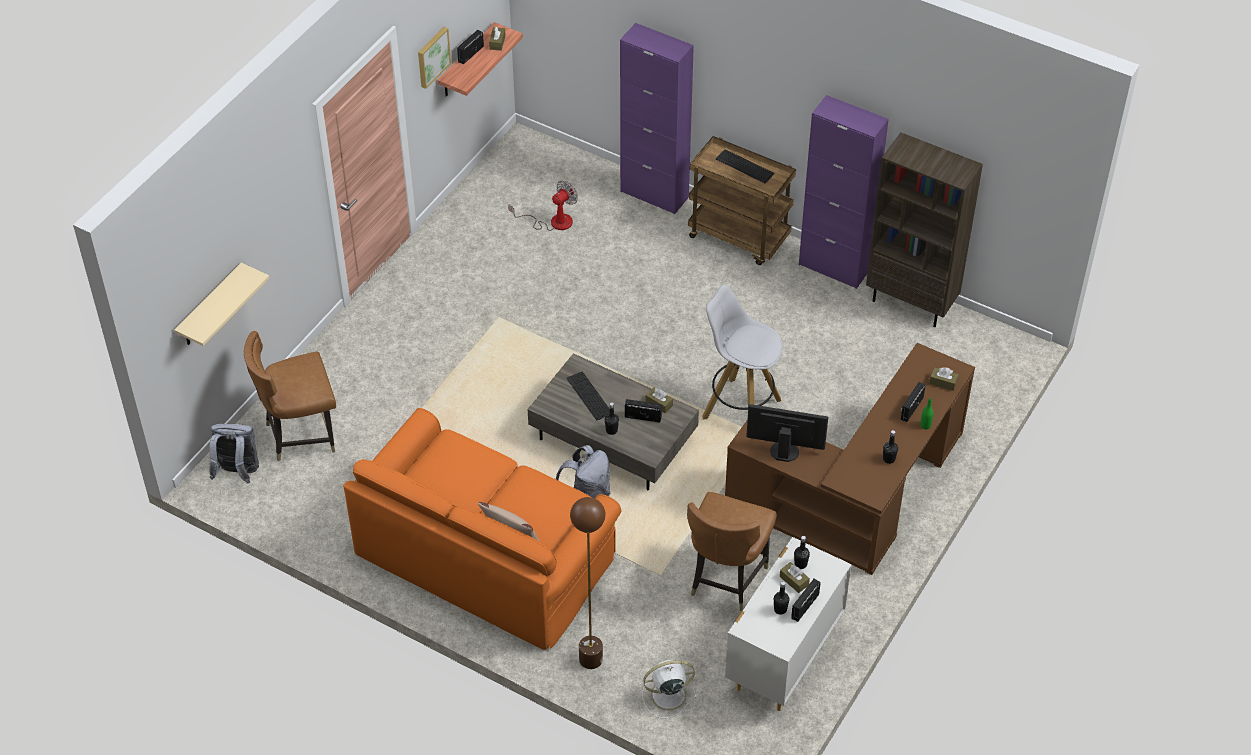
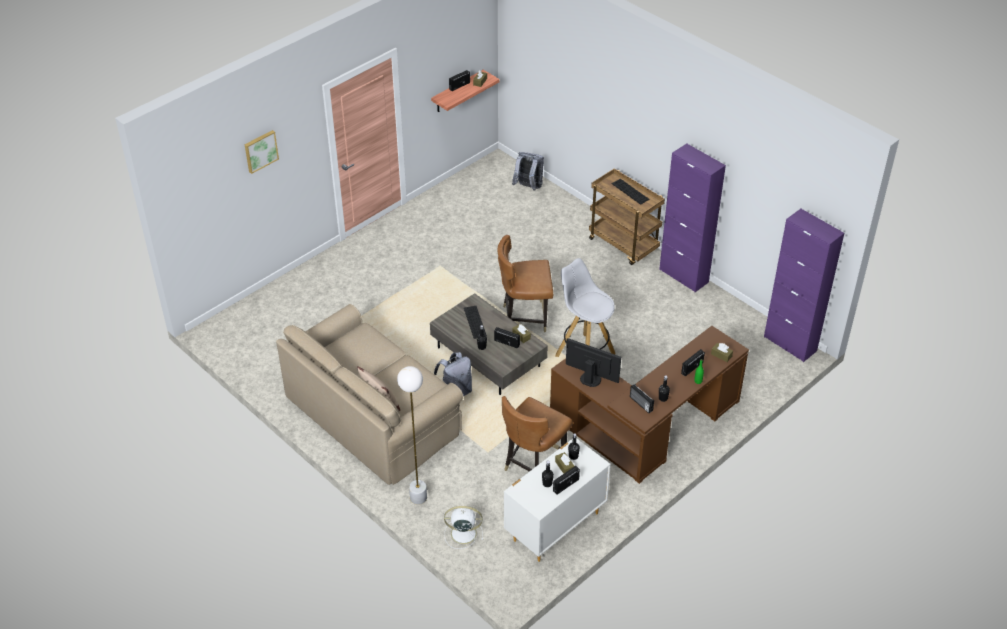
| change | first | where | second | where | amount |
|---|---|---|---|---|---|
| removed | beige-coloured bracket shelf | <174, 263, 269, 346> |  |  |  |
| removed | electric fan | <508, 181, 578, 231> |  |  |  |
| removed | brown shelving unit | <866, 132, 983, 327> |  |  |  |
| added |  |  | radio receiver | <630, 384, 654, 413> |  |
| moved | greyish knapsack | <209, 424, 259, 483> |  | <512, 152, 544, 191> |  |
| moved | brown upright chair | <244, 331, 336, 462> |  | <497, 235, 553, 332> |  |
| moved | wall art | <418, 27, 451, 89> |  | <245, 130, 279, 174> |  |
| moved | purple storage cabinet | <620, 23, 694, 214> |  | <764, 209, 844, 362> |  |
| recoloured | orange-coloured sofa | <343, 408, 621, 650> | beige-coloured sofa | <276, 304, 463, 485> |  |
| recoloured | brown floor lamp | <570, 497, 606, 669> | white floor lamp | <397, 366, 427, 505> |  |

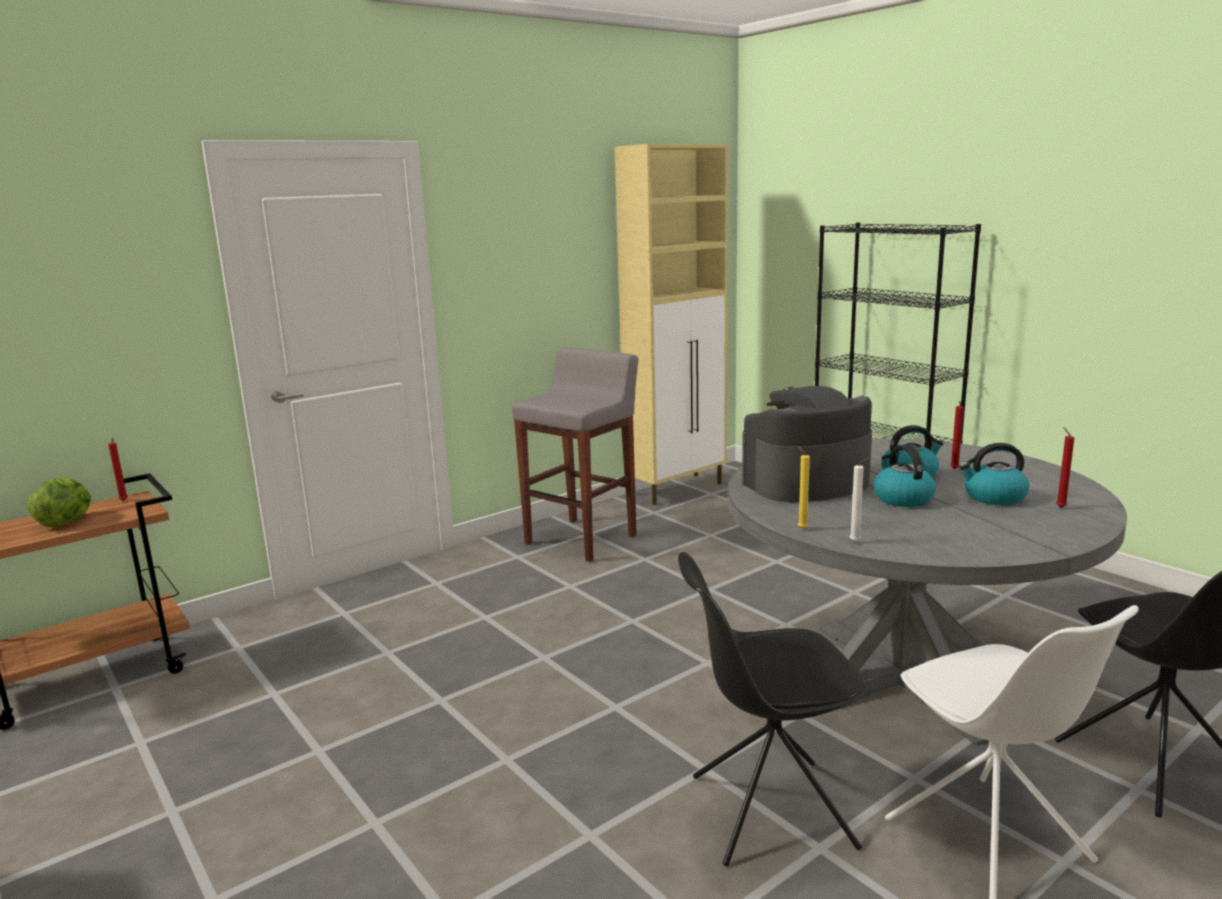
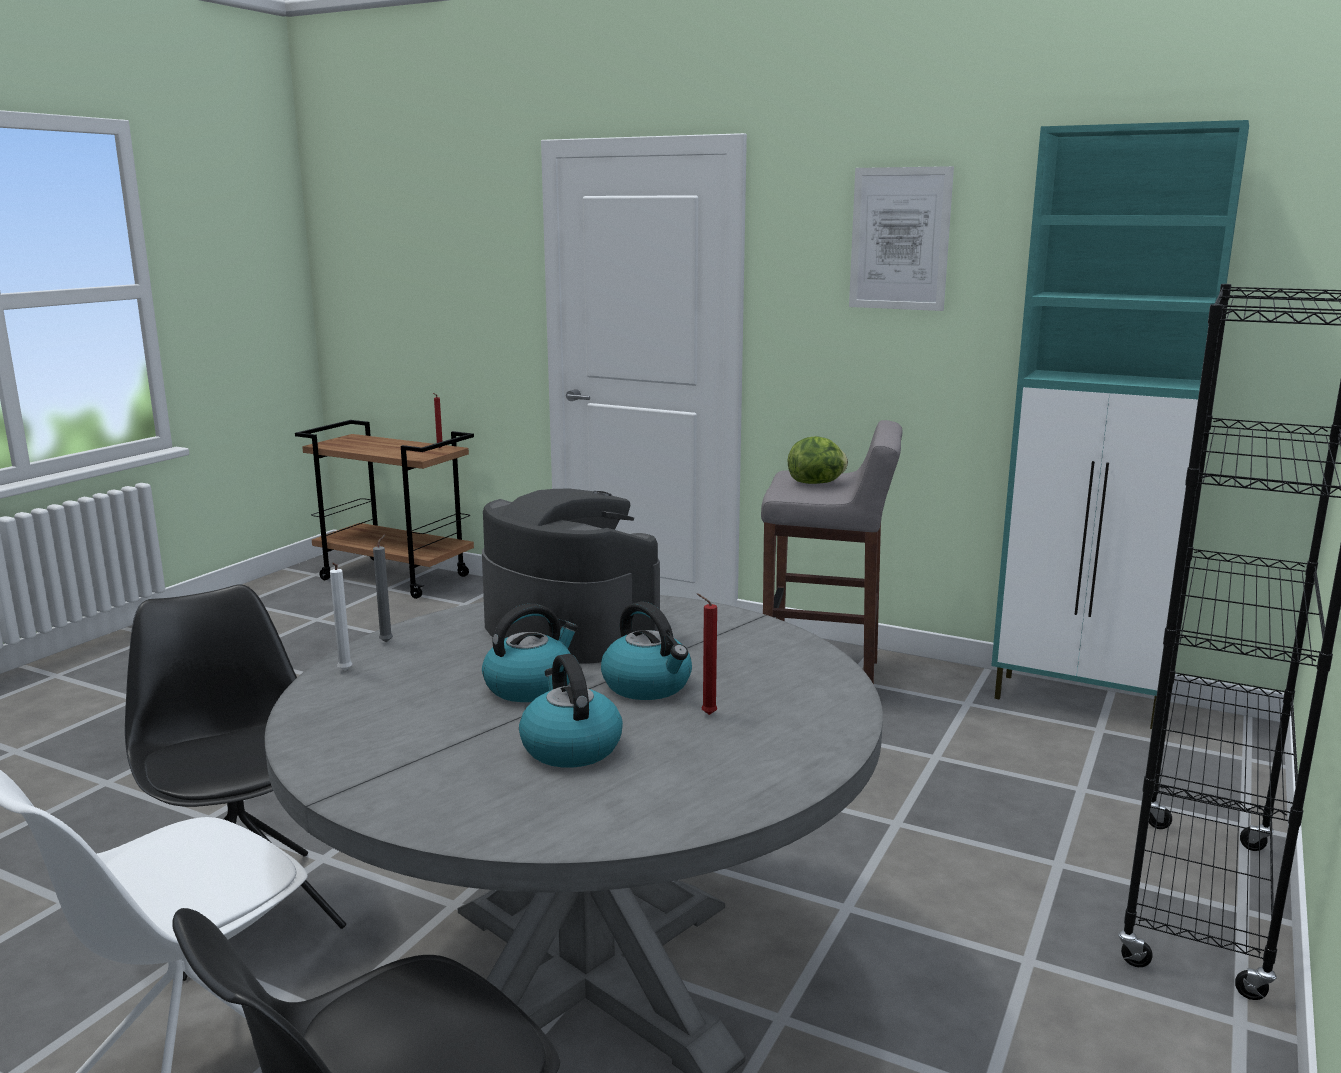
| change | first | where | second | where | amount |
|---|---|---|---|---|---|
| removed | reddish wax light | <1056, 427, 1074, 508> |  |  |  |
| added |  |  | wall art | <849, 166, 954, 311> |  |
| moved | lettuce | <28, 477, 91, 527> |  | <788, 436, 848, 484> |  |
| recoloured | beige-coloured storage cabinet | <615, 144, 728, 505> | turquoise-coloured storage cabinet | <991, 120, 1249, 729> |  |
| recoloured | yellow wax light | <798, 446, 810, 529> | greyish wax light | <373, 534, 393, 643> |  |

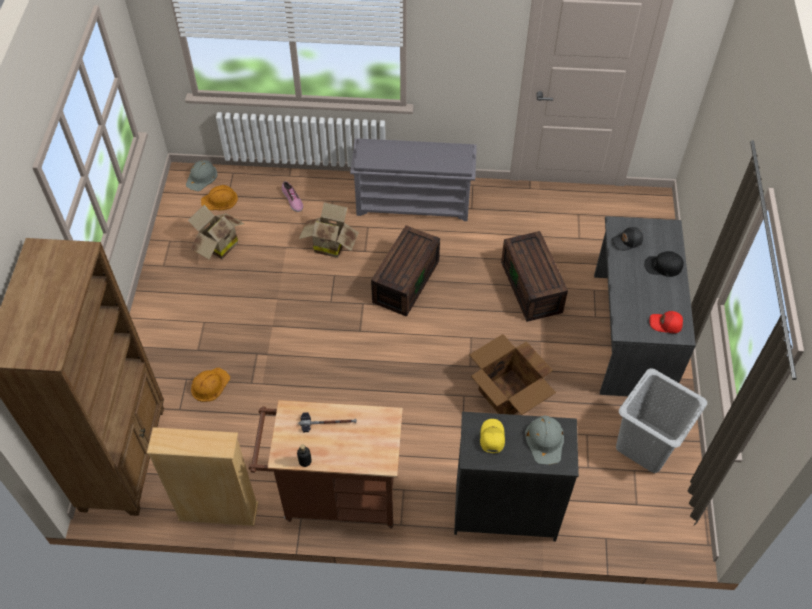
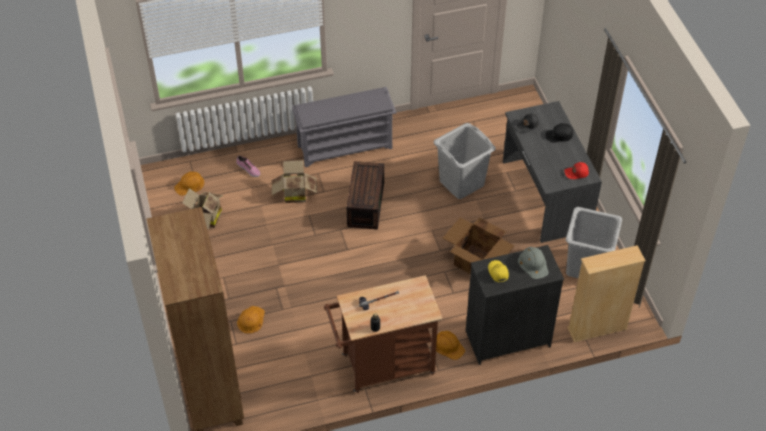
| change | first | where | second | where | amount |
|---|---|---|---|---|---|
| removed | greyish work helmet | <186, 160, 218, 191> |  |  |  |
| added |  |  | orange-coloured work helmet | <436, 331, 465, 360> |  |
| moved | beige-coloured shelving unit | <147, 427, 258, 526> |  | <567, 245, 646, 343> |  |
| replaced | brown storage box | <501, 231, 568, 322> | greyish washing basket | <433, 123, 496, 199> |  |

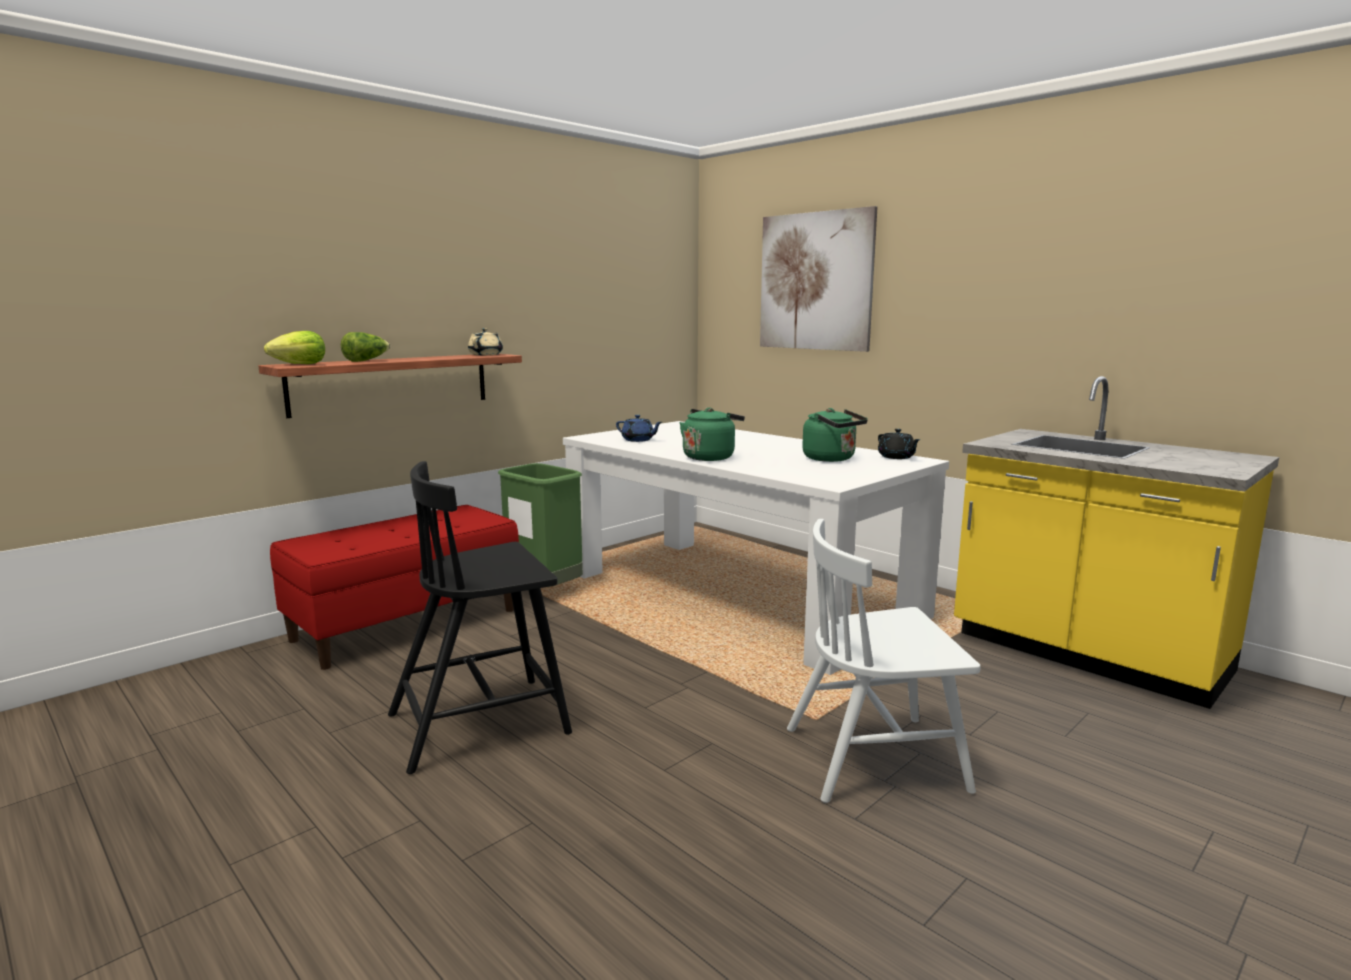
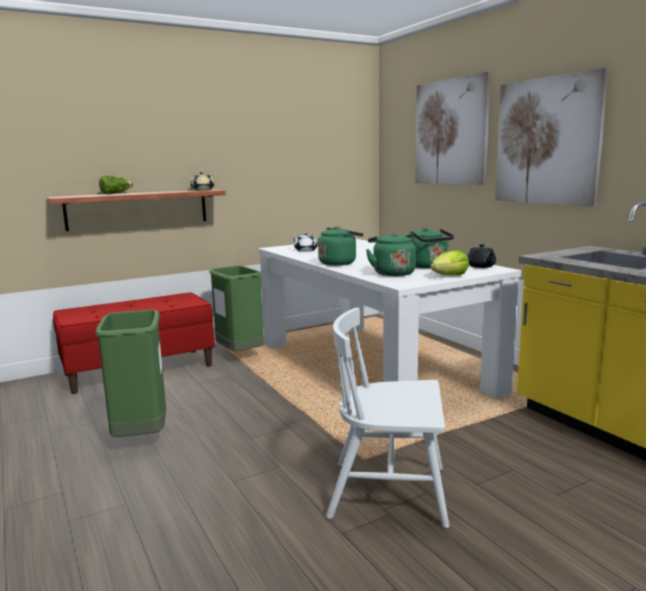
| change | first | where | second | where | amount |
|---|---|---|---|---|---|
| added |  |  | green-coloured tea kettle | <366, 233, 416, 276> |  |
| added |  |  | wall art | <495, 67, 609, 207> |  |
| moved | lettuce | <264, 331, 325, 364> |  | <431, 250, 469, 276> |  |
| replaced | blackish upright chair | <388, 461, 572, 774> | green-coloured rubbish bin | <95, 310, 166, 437> |  |
| recoloured | bluish tea pot | <616, 415, 662, 442> | white tea pot | <292, 232, 319, 252> |  |

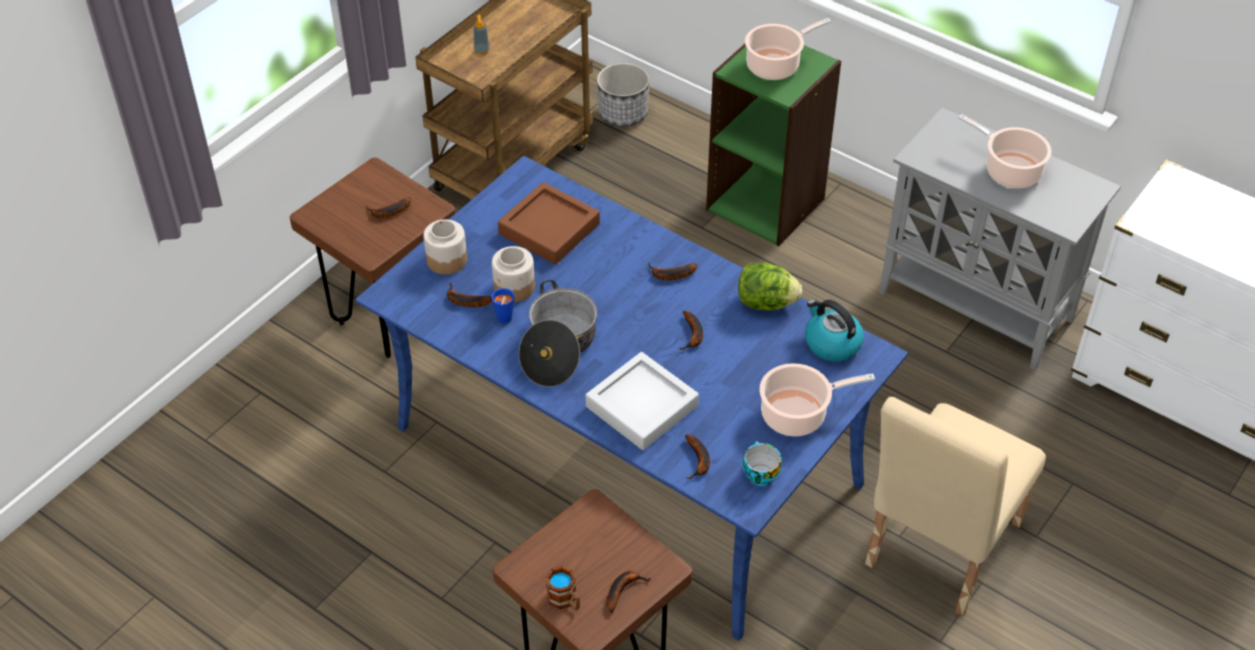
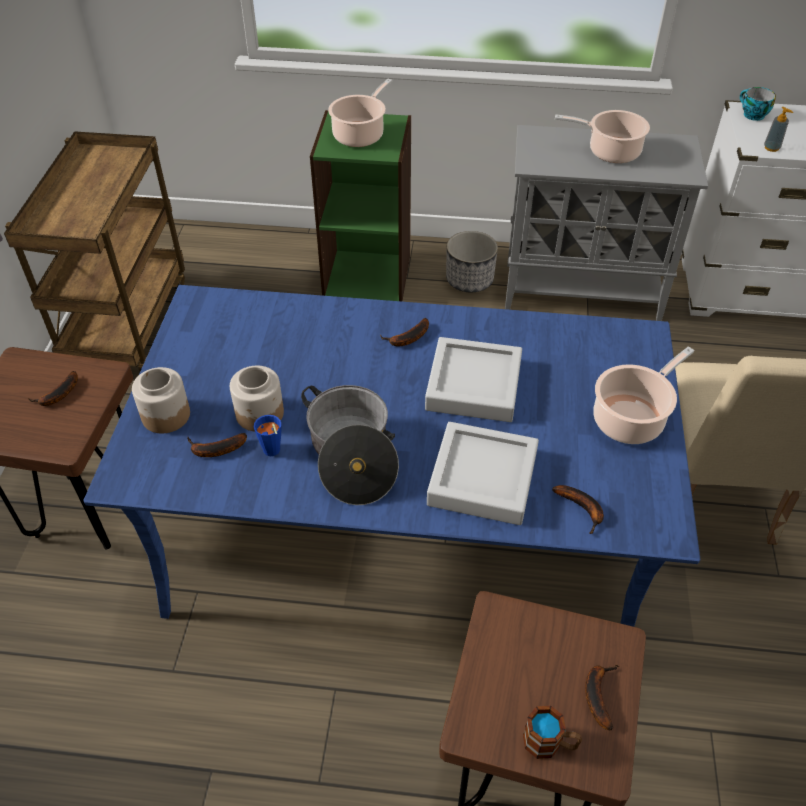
| change | first | where | second | where | amount |
|---|---|---|---|---|---|
| removed | brown tray | <498, 182, 600, 264> |  |  |  |
| removed | lettuce | <738, 263, 802, 310> |  |  |  |
| removed | tea kettle | <805, 299, 864, 361> |  |  |  |
| moved | soap dispenser | <473, 15, 490, 54> |  | <764, 107, 793, 152> |  |
| moved | flower pot | <597, 63, 649, 126> |  | <446, 231, 498, 292> |  |
| moved | drinking cup | <743, 441, 782, 486> |  | <740, 87, 776, 121> |  |
| replaced | whole banana | <679, 311, 703, 350> | greyish tray | <425, 337, 522, 422> |  |

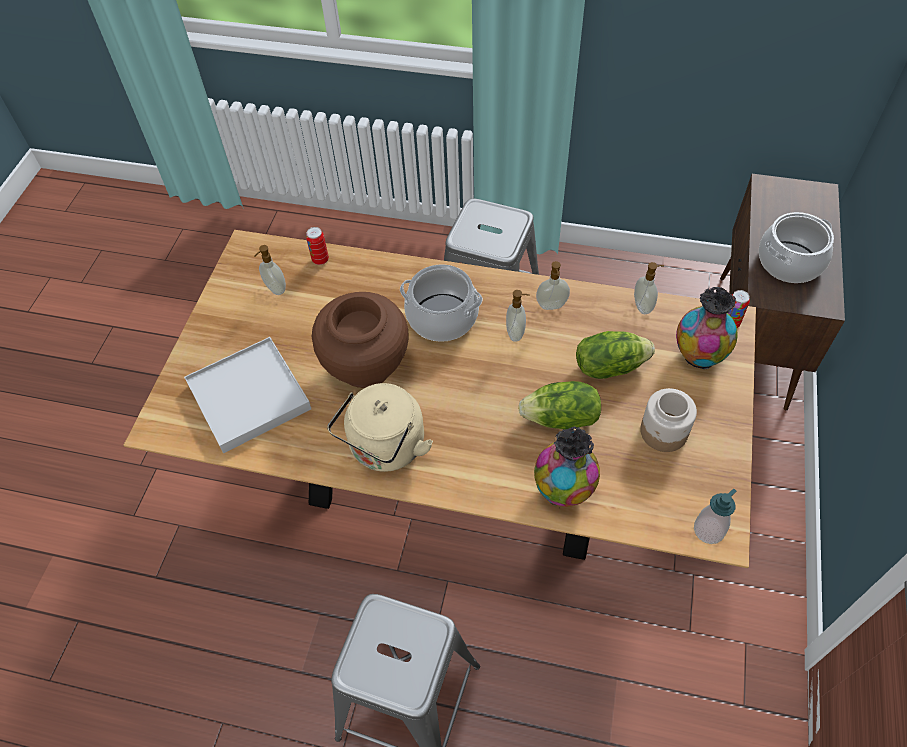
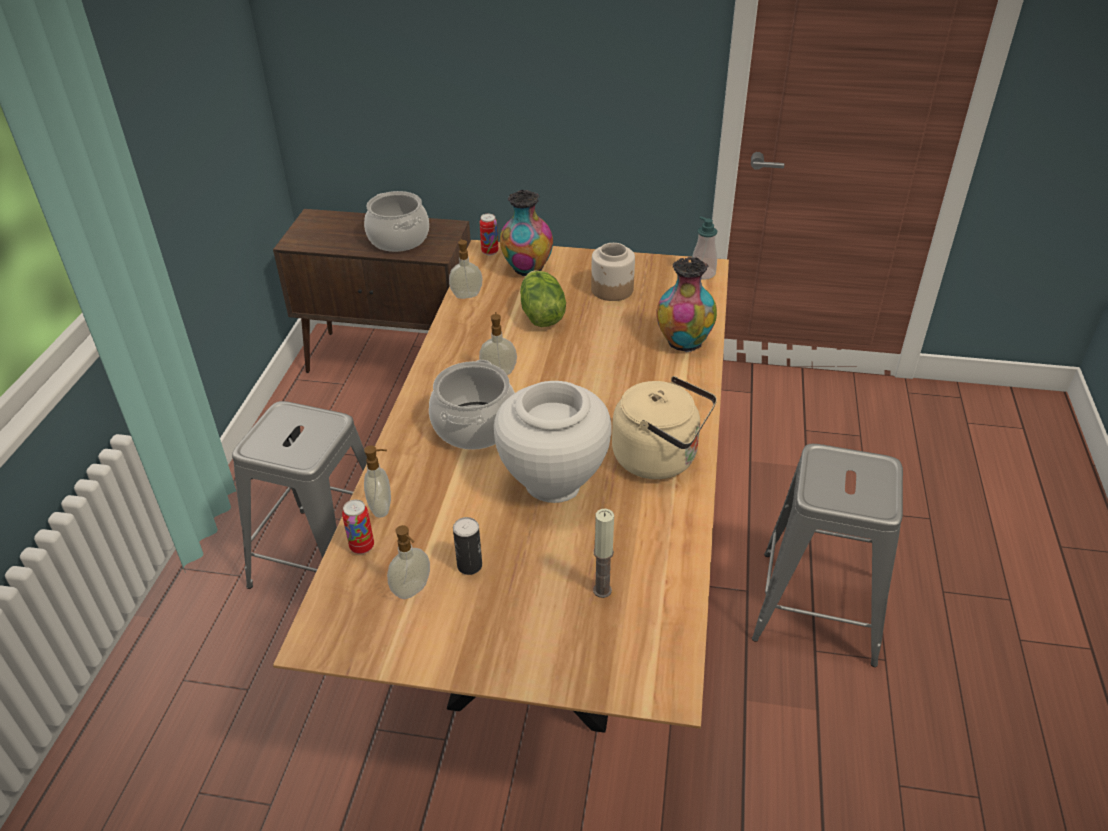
| change | first | where | second | where | amount |
|---|---|---|---|---|---|
| removed | lettuce | <518, 381, 601, 429> |  |  |  |
| added |  |  | can | <453, 517, 482, 575> |  |
| moved | soap dispenser | <536, 261, 570, 310> |  | <364, 445, 391, 518> |  |
| replaced | white tray | <184, 337, 311, 453> | wax light | <593, 509, 614, 598> |  |
| recoloured | brown flower vase | <312, 292, 409, 388> | white flower vase | <494, 381, 611, 503> |  |

